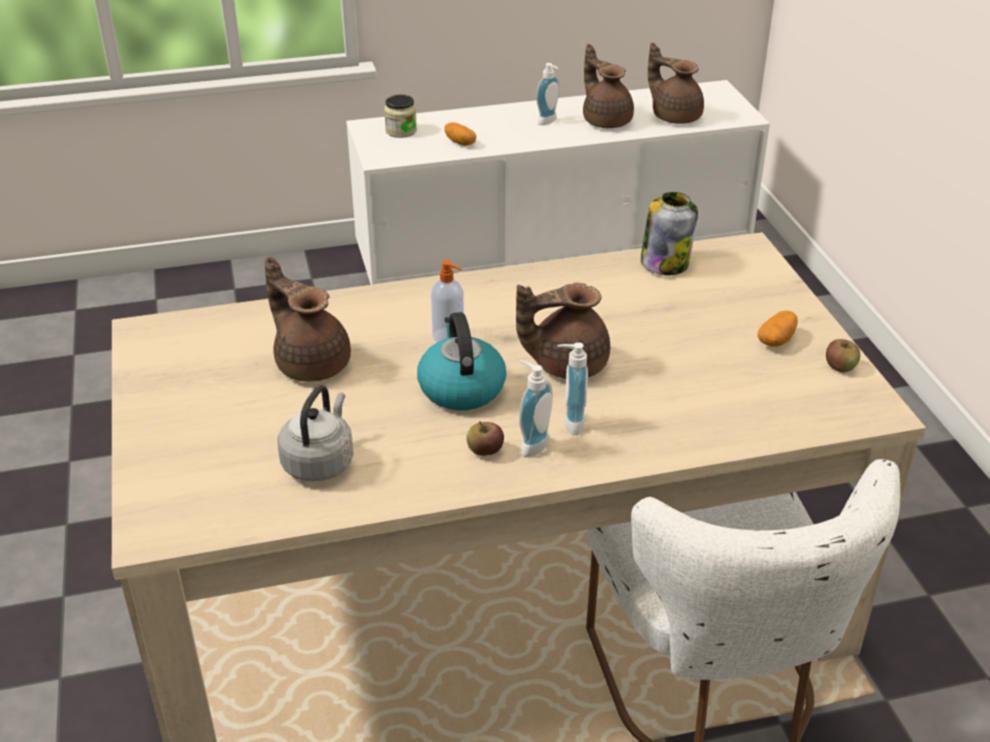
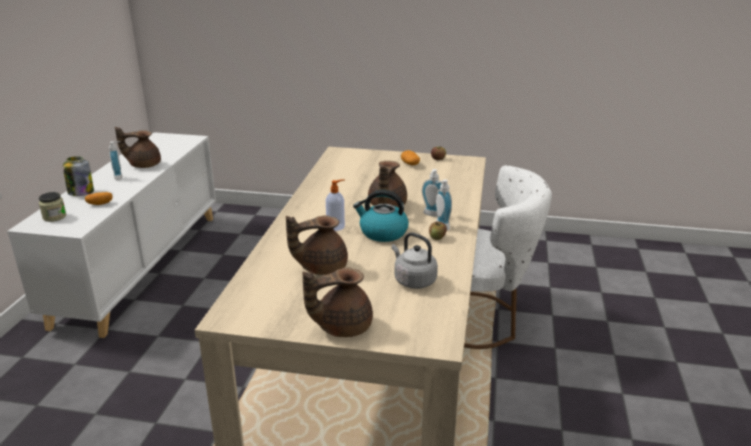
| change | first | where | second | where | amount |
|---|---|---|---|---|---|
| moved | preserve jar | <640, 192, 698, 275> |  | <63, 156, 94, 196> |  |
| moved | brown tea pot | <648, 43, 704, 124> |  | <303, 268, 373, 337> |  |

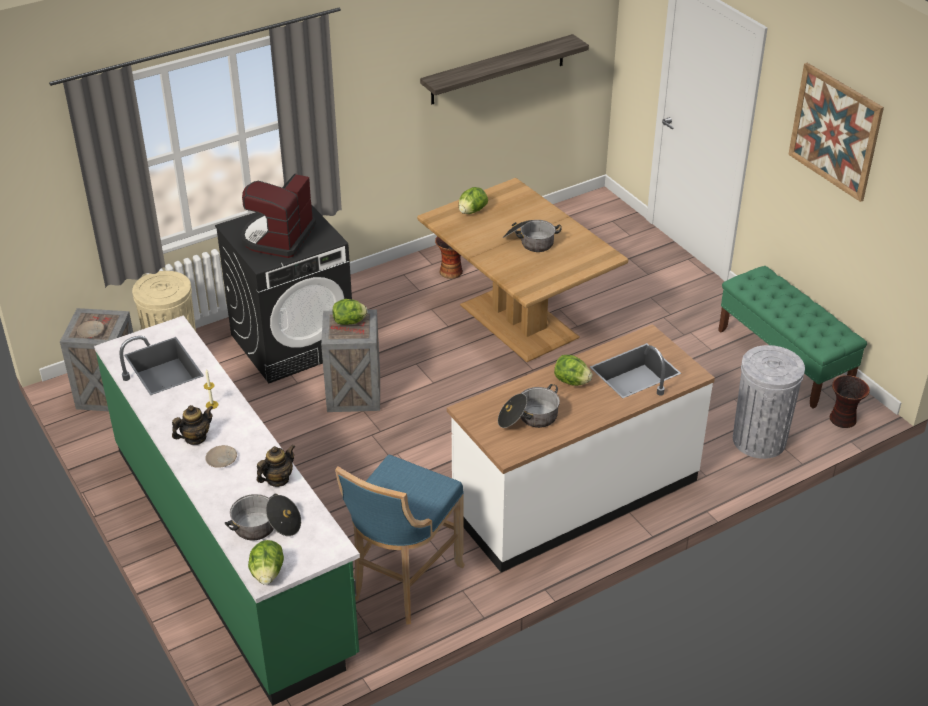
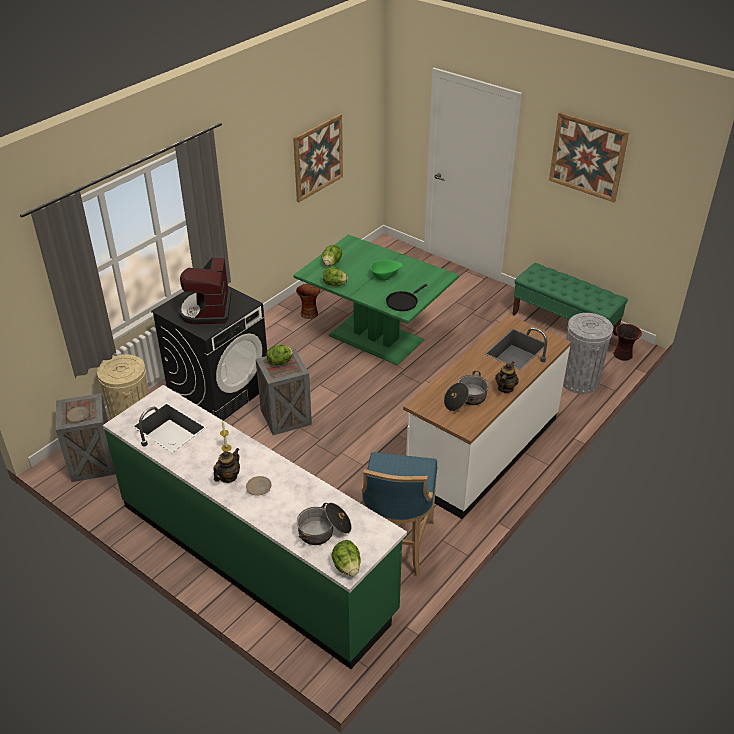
| change | first | where | second | where | amount |
|---|---|---|---|---|---|
| added |  |  | blackish skillet | <386, 284, 427, 311> |  |
| moved | tea pot | <257, 445, 295, 487> |  | <495, 361, 519, 393> |  |
| moved | lettuce | <554, 355, 593, 386> |  | <323, 267, 348, 286> |  |
| replaced | bracket shelf | <420, 34, 589, 104> | wall art | <293, 114, 343, 202> |  |
| replaced | stockpot | <503, 220, 562, 252> | green-coloured serving bowl | <371, 260, 402, 280> |  |
| recoloured | brown kitchen table | <417, 178, 628, 362> | green-coloured kitchen table | <294, 235, 459, 365> |  |

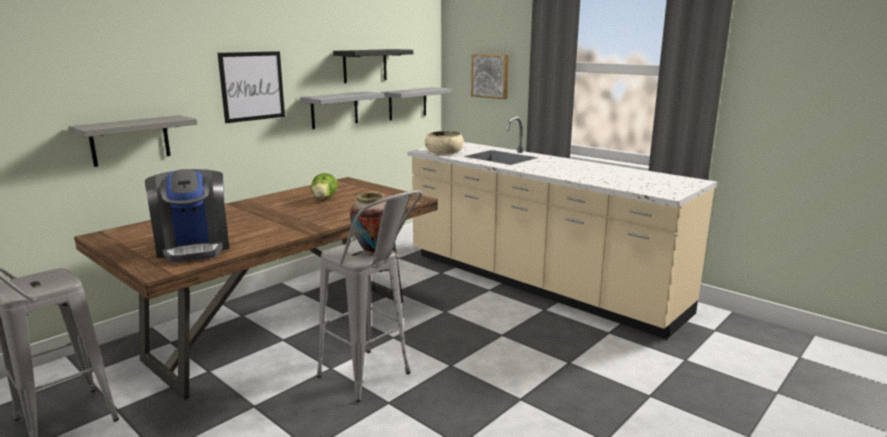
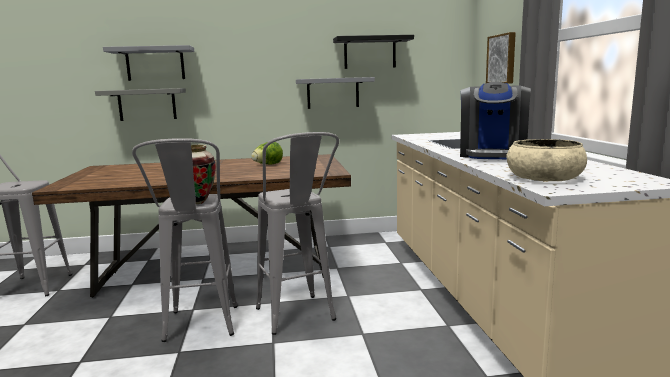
| change | first | where | second | where | amount |
|---|---|---|---|---|---|
| removed | wall art | <218, 51, 285, 123> |  |  |  |
| added |  |  | greyish sitting stool | <256, 132, 339, 335> |  |
| moved | coffee brewer | <145, 169, 229, 262> |  | <460, 82, 531, 159> |  |
| moved | greyish bracket shelf | <381, 87, 452, 121> |  | <103, 45, 194, 81> |  |
| moved | beige-coloured serving bowl | <425, 131, 464, 154> |  | <506, 139, 587, 182> |  |

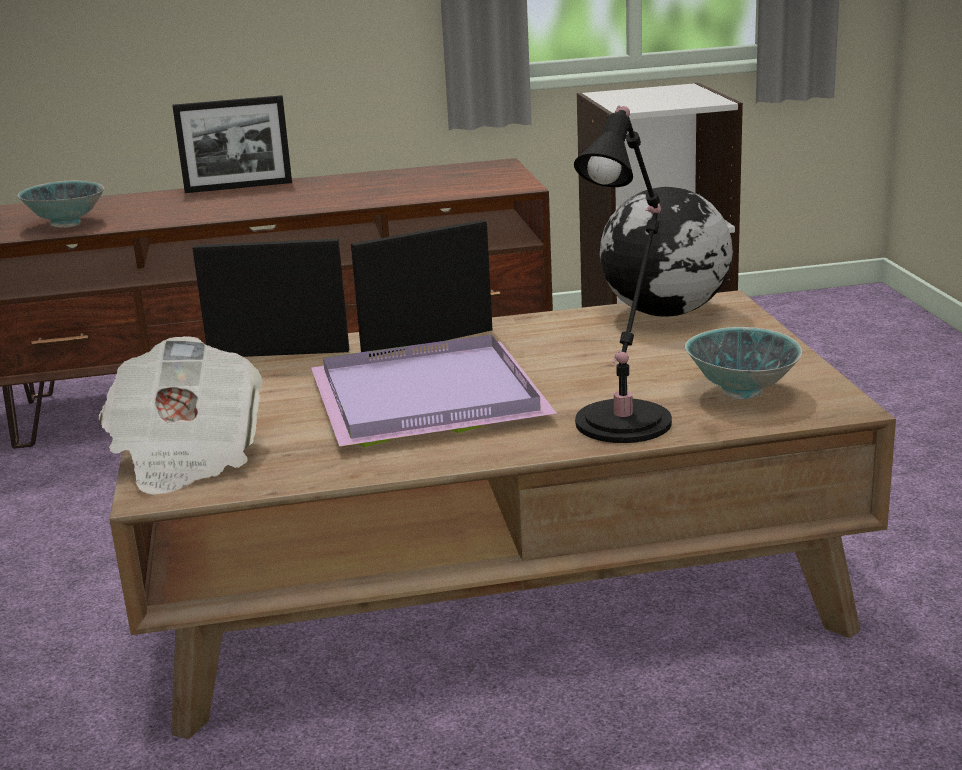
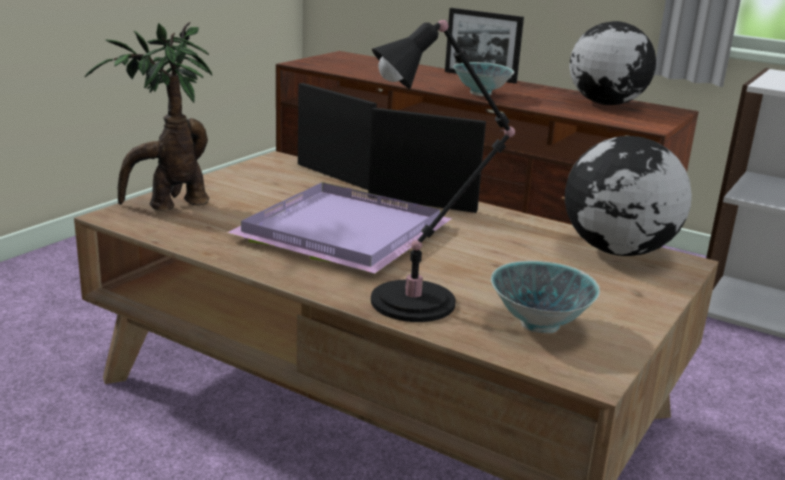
| change | first | where | second | where | amount |
|---|---|---|---|---|---|
| added |  |  | desk globe | <570, 21, 656, 105> |  |
| moved | serving bowl | <18, 181, 104, 228> |  | <453, 62, 514, 96> |  |
| replaced | daily paper | <99, 336, 263, 495> | potted plant | <85, 22, 212, 211> |  |

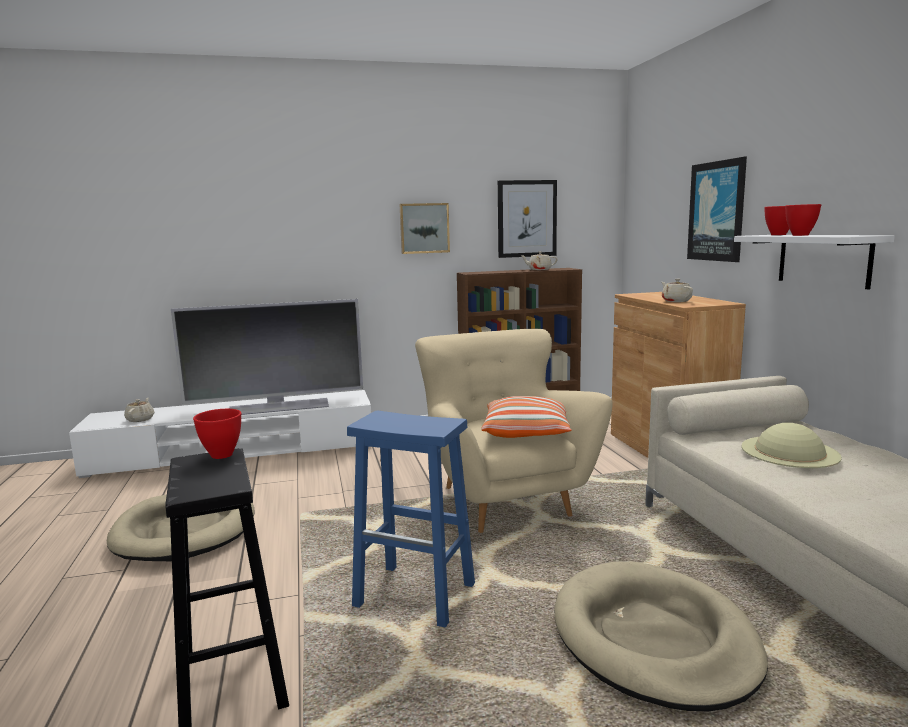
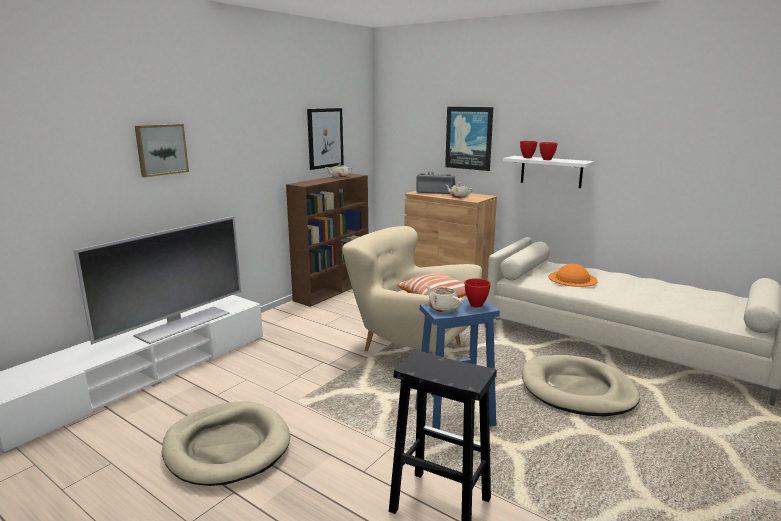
| change | first | where | second | where | amount |
|---|---|---|---|---|---|
| added |  |  | radio receiver | <416, 172, 455, 194> |  |
| moved | beige-coloured tea pot | <124, 398, 154, 422> |  | <425, 285, 462, 313> |  |
| moved | reddish serving bowl | <193, 409, 241, 459> |  | <464, 278, 491, 308> |  |
| moved | wall art | <400, 203, 450, 254> |  | <135, 124, 189, 177> |  |
| recoloured | beige-coloured wearable hat | <742, 423, 842, 468> | orange-coloured wearable hat | <549, 264, 598, 287> |  |

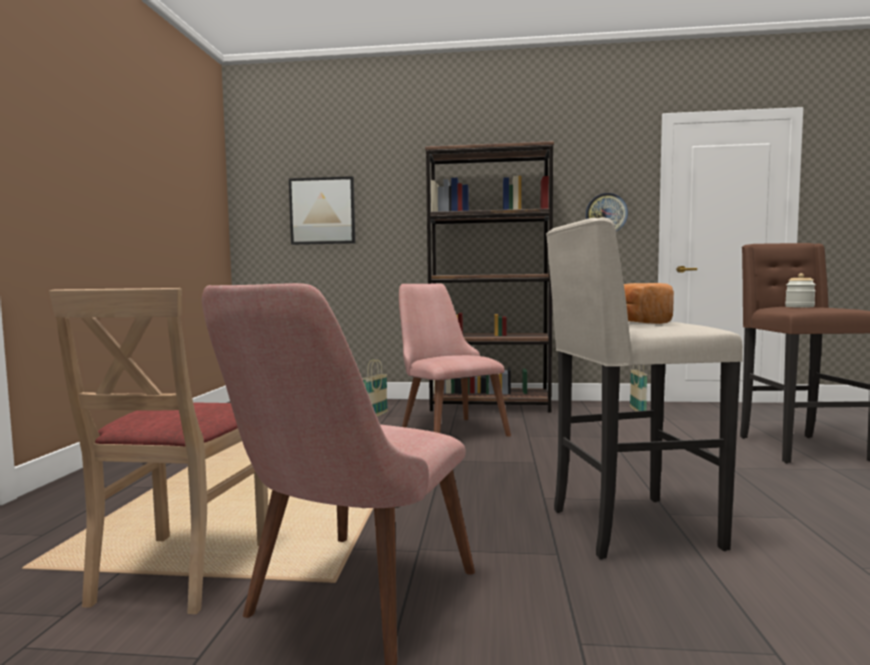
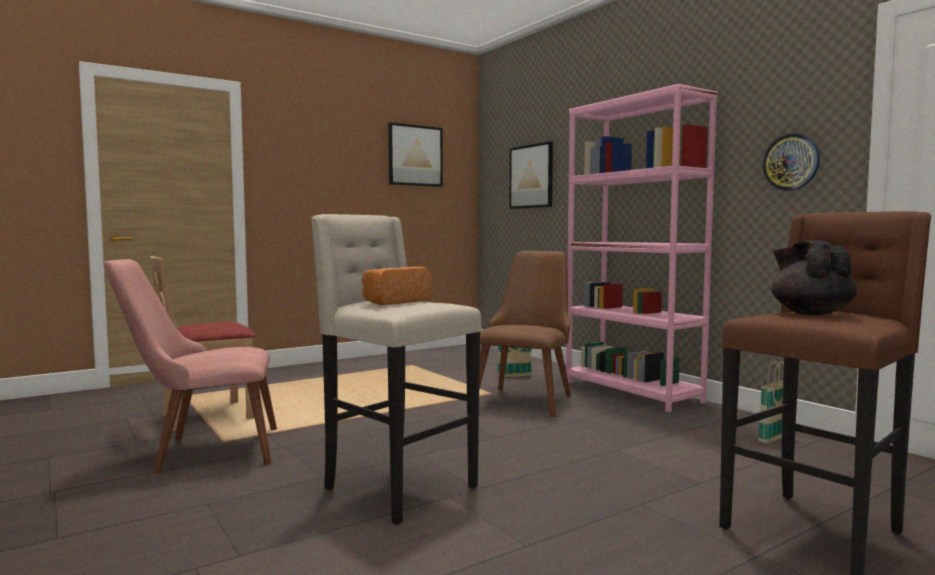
| change | first | where | second | where | amount |
|---|---|---|---|---|---|
| added |  |  | wall art | <389, 122, 443, 187> |  |
| replaced | preserve jar | <785, 273, 816, 308> | blackish tea pot | <771, 240, 857, 315> |  |
| recoloured | pink-coloured upright chair | <399, 283, 511, 437> | brown upright chair | <479, 251, 571, 417> |  |
| recoloured | brown shelving unit | <425, 141, 554, 413> | pink-coloured shelving unit | <566, 84, 718, 412> |  |

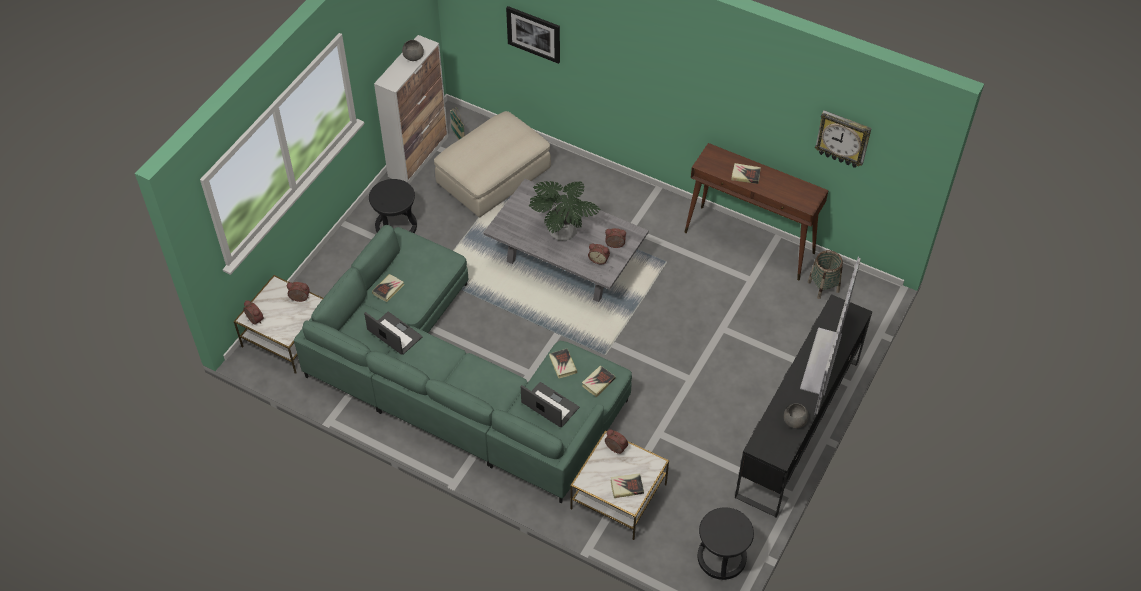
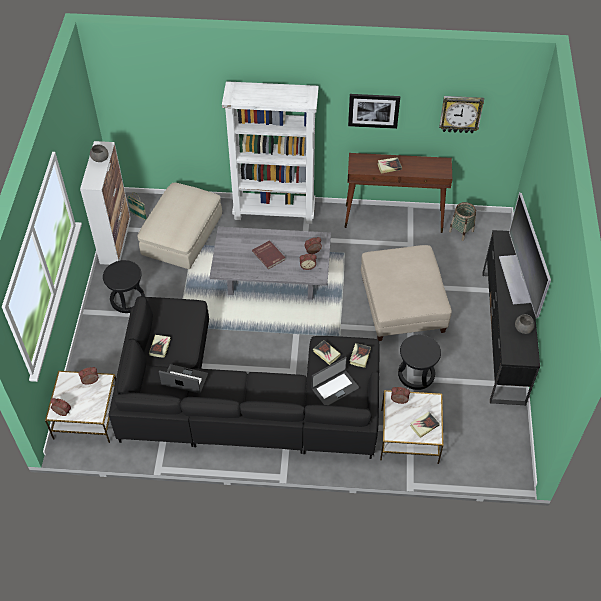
| change | first | where | second | where | amount |
|---|---|---|---|---|---|
| added |  |  | white shelving unit | <222, 81, 318, 224> |  |
| added |  |  | beige-coloured ottoman | <361, 245, 452, 341> |  |
| moved | wall art | <506, 6, 560, 64> |  | <348, 94, 400, 129> |  |
| moved | blackish sitting stool | <697, 507, 754, 580> |  | <398, 335, 441, 390> |  |
| replaced | potted plant | <529, 181, 601, 241> | reddish book | <252, 240, 286, 269> |  |
| recoloured | green-coloured sofa | <294, 225, 632, 504> | blackish sofa | <109, 296, 380, 459> |  |
| turned | notebook computer | <521, 382, 579, 428> |  | <312, 357, 359, 405> | 135 degrees clockwise |

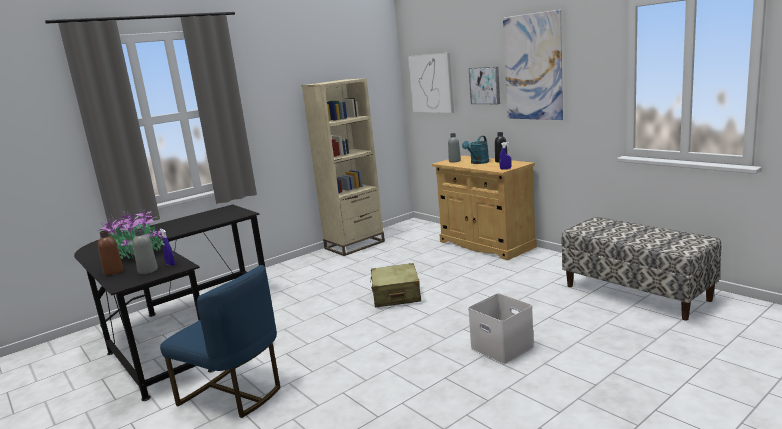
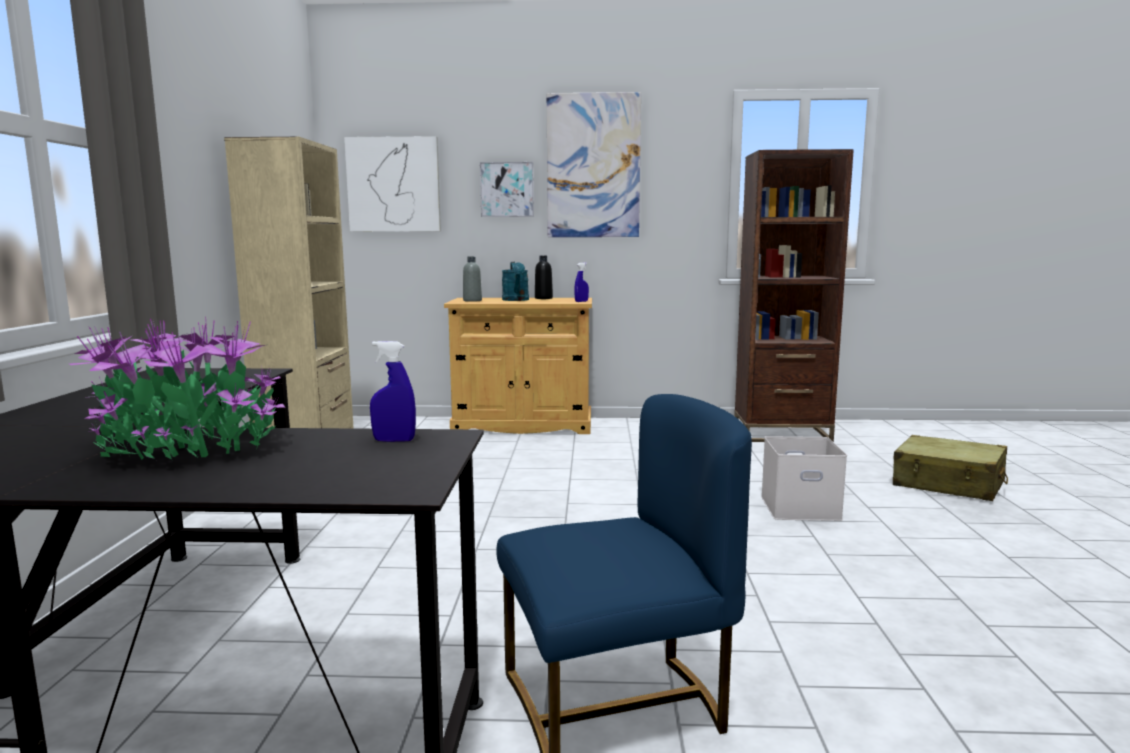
| change | first | where | second | where | amount |
|---|---|---|---|---|---|
| removed | brown bottle | <98, 230, 124, 275> |  |  |  |
| removed | greyish bottle | <132, 228, 158, 274> |  |  |  |
| moved | beige-coloured piece of luggage | <370, 263, 421, 308> |  | <893, 435, 1008, 501> |  |
| replaced | bench | <562, 217, 722, 321> | brown shelving unit | <734, 149, 854, 442> |  |

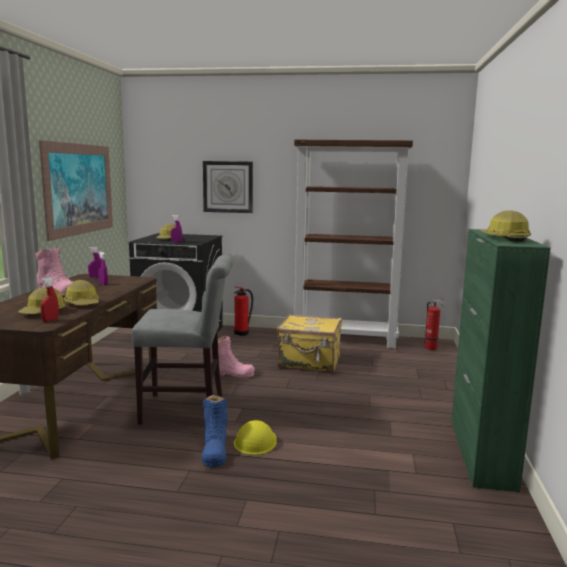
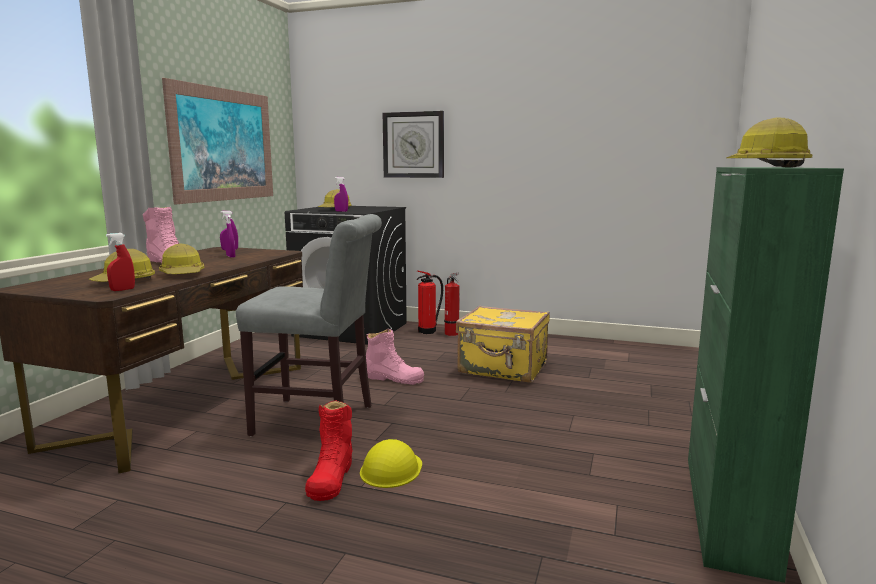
| change | first | where | second | where | amount |
|---|---|---|---|---|---|
| removed | brown shelving unit | <294, 140, 413, 348> |  |  |  |
| moved | fire-fighting cylinder | <424, 299, 444, 350> |  | <444, 273, 460, 336> |  |
| recoloured | bluish boot | <202, 395, 228, 467> | reddish boot | <305, 400, 352, 501> |  |

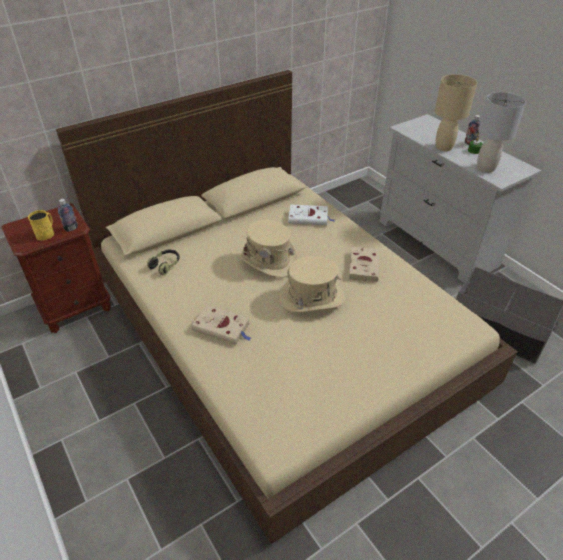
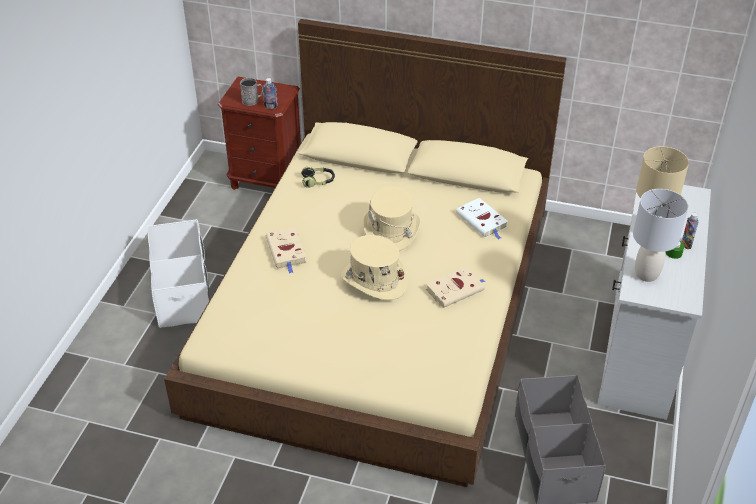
| change | first | where | second | where | amount |
|---|---|---|---|---|---|
| added |  |  | white storage box | <147, 219, 210, 328> |  |
| recoloured | yellow mug | <28, 210, 54, 240> | greyish mug | <240, 78, 263, 106> |  |

